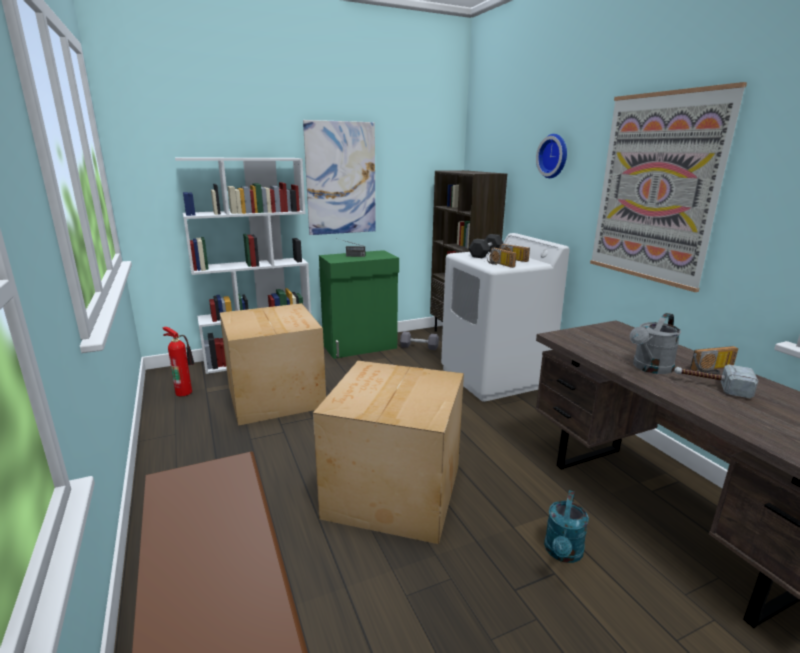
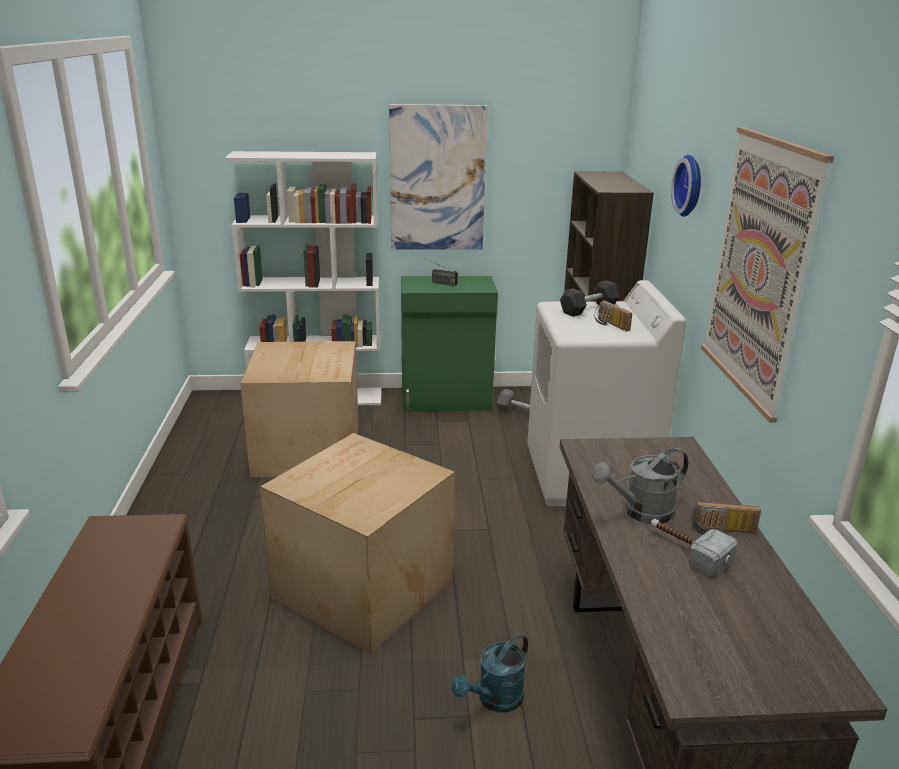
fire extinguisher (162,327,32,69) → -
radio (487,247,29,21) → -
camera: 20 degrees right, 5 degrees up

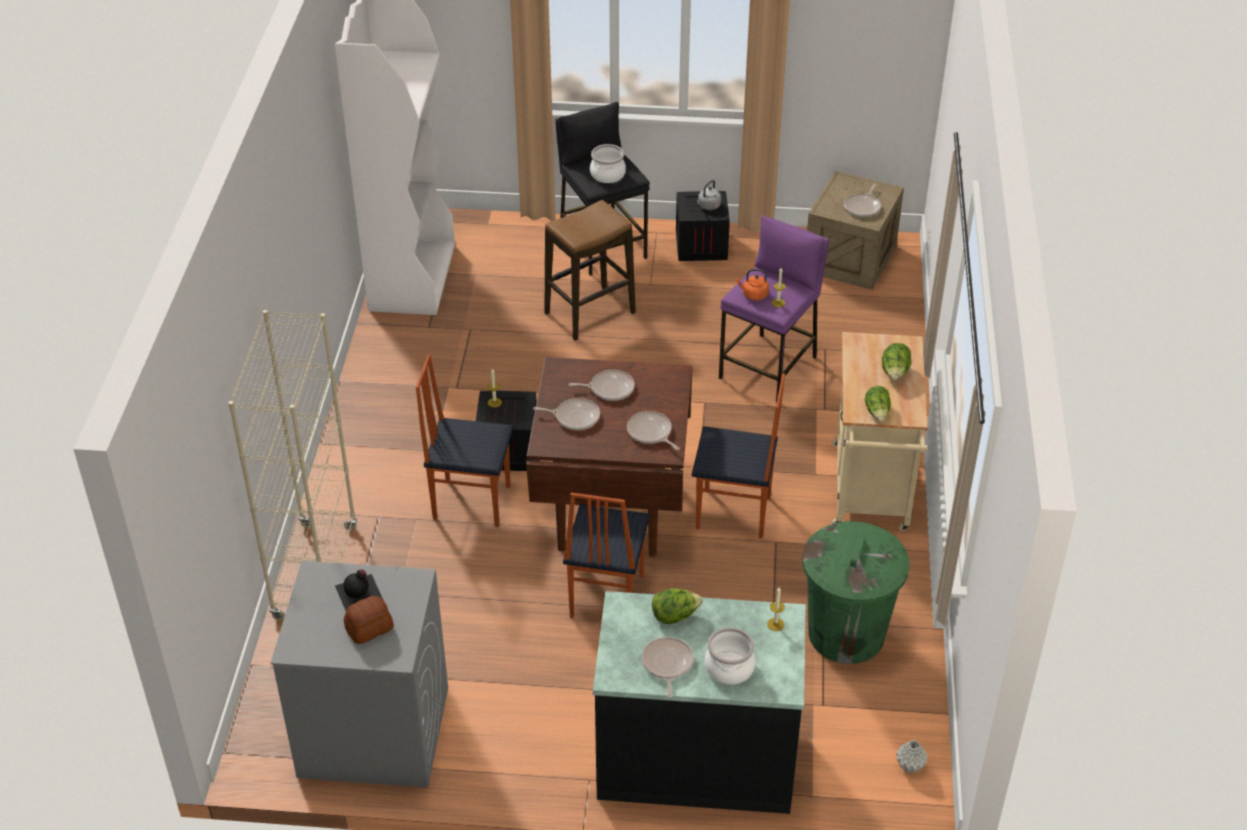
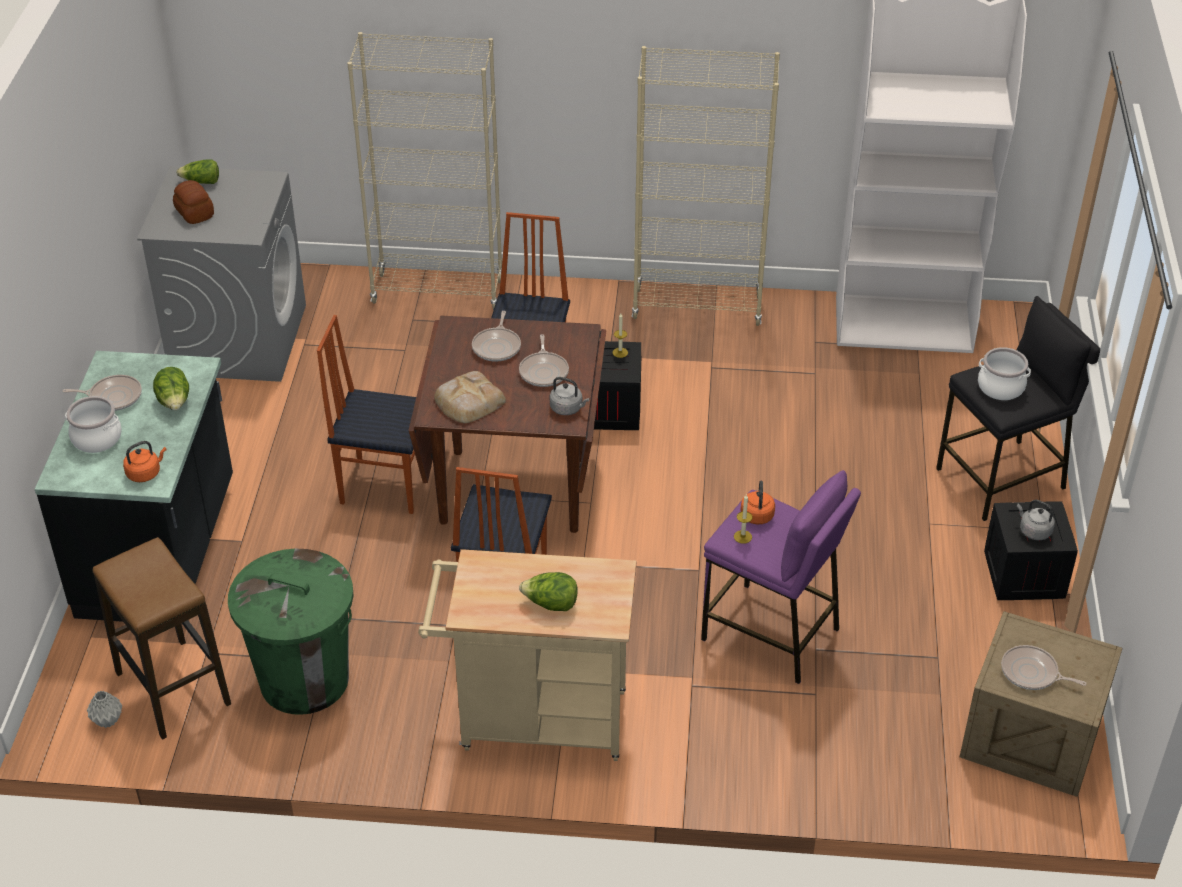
black bottle (335,569,48,42) → -
stool (545,200,91,141) → stool (93,537,138,203), shifted
frying pan (627,411,53,39) → bread (434,371,72,52)
candle (767,588,18,43) → orange kettle (123,441,44,41)
lettuce (865,386,26,36) → lettuce (176,159,43,25), shifted
- → grey kettle (550,377,39,38)
- → beige bookcase (632,46,148,280)
camera: 90 degrees right, 0 degrees up

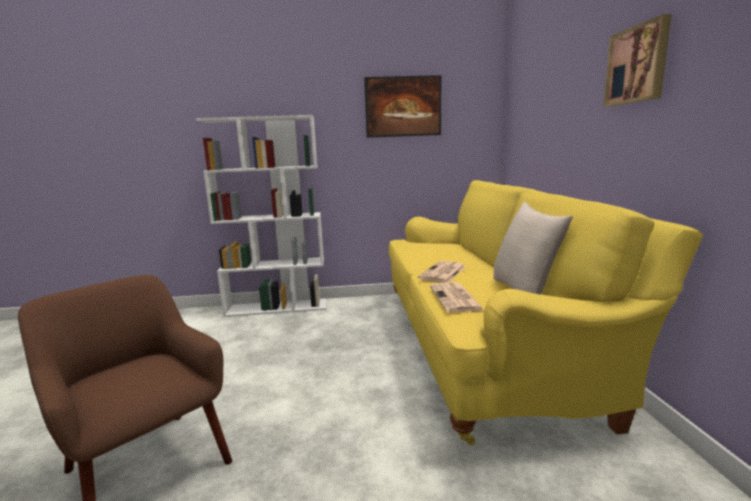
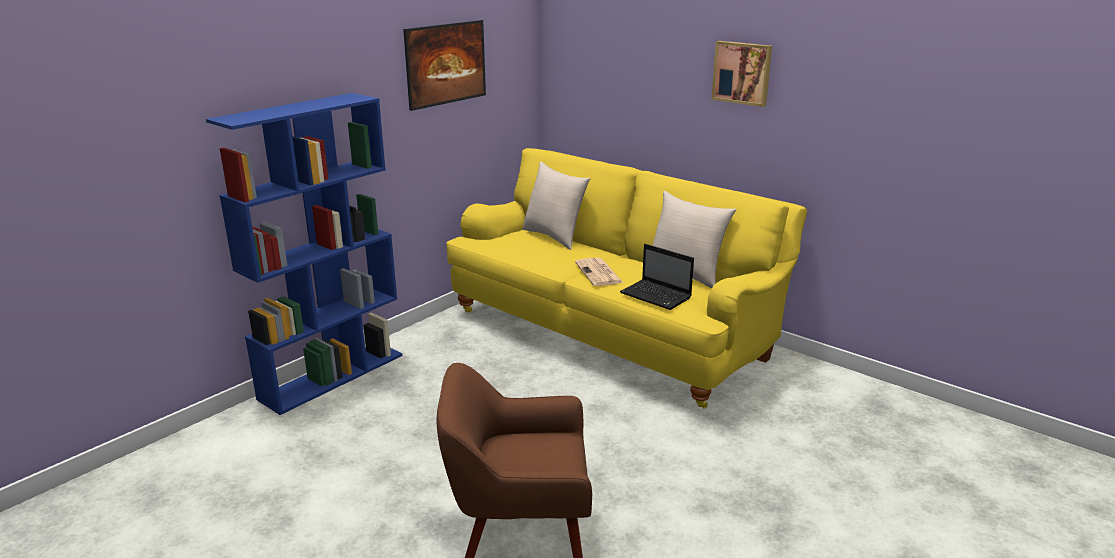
white bookcase (196,115,131,202) → blue bookcase (206,93,196,322)
newspaper (430,282,54,31) → laptop (620,244,74,66)
- → beige pillow (522,162,69,88)
camera: 45 degrees left, 10 degrees up

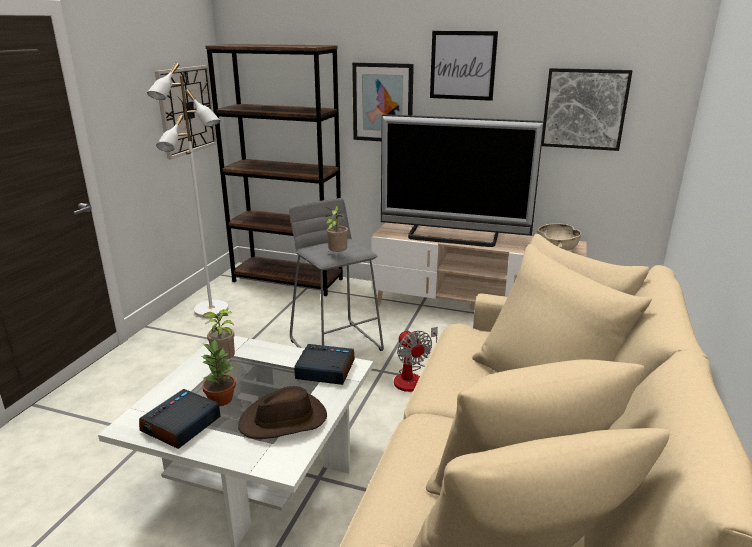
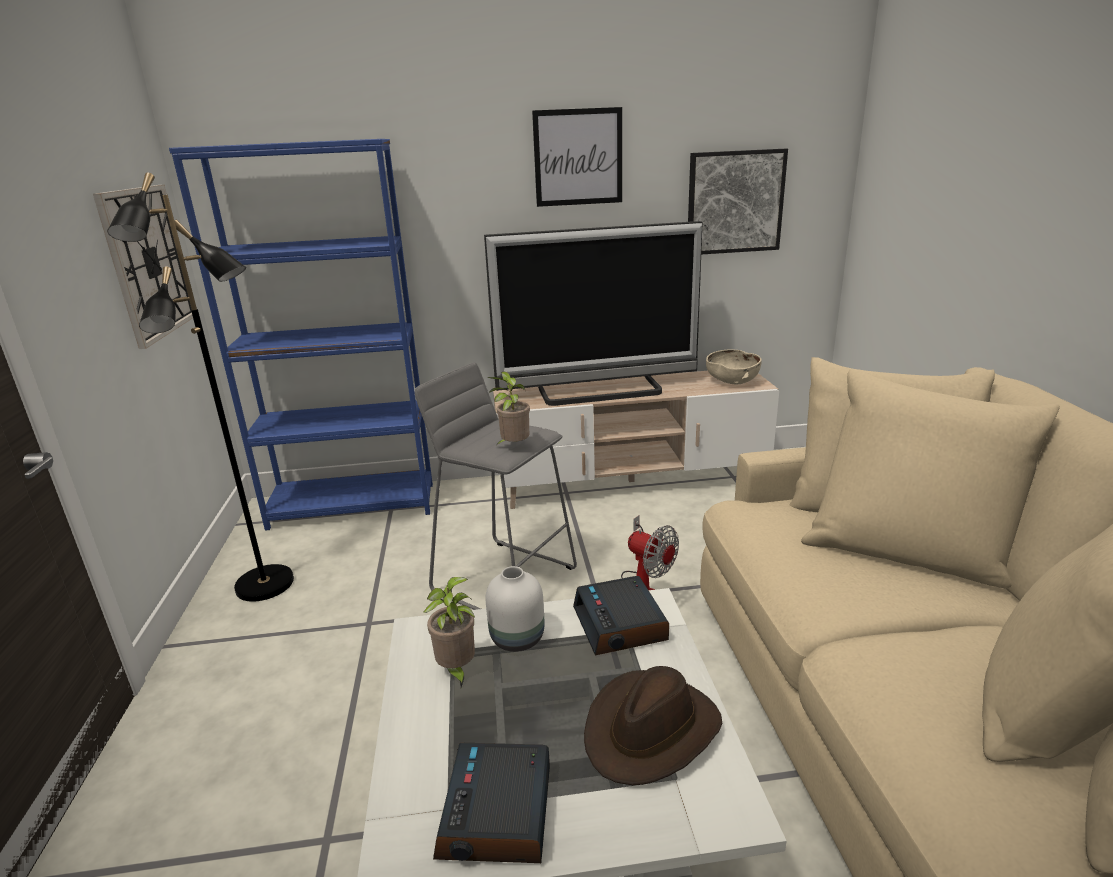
white floor lamp (147,62,81,256) → black floor lamp (107,172,187,430)
potted plant (202,339,34,67) → -
brown bookcase (206,44,137,252) → blue bookcase (169,139,264,392)
alarm clock (294,344,61,41) → alarm clock (573,576,96,79), 90 degrees counterclockwise
picture (352,62,62,79) → -
- → white vase (486,566,59,86)
camera: 25 degrees left, 0 degrees up

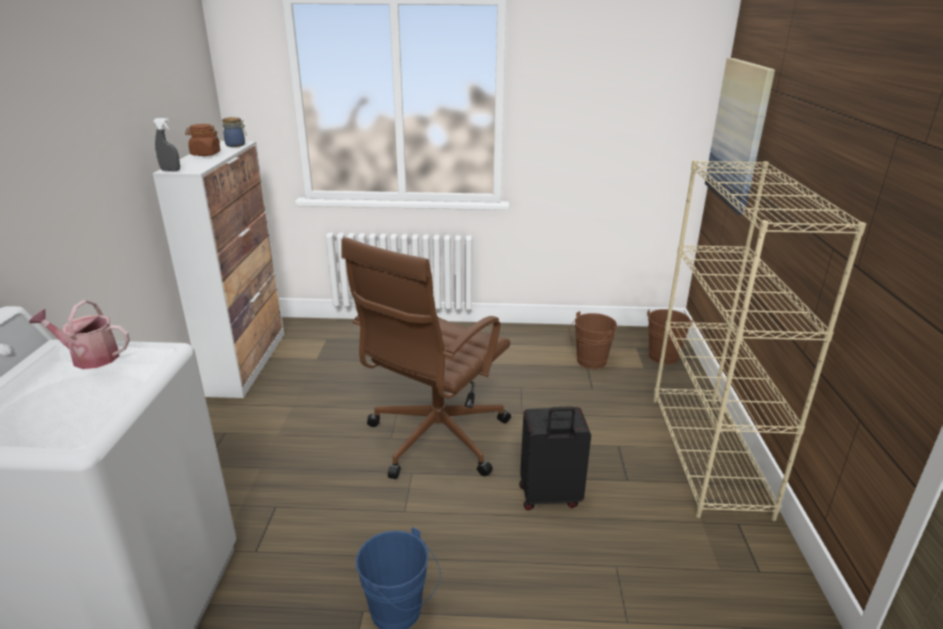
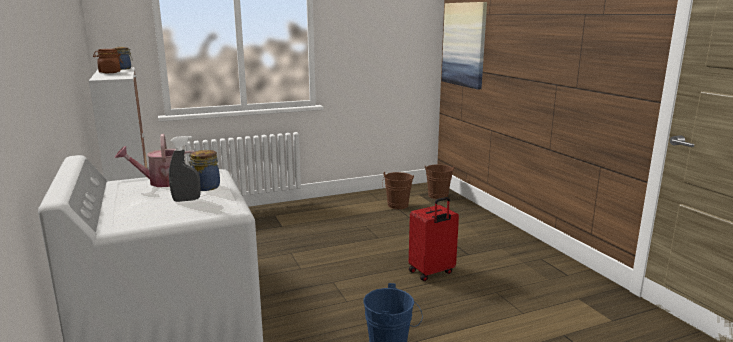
grey spray bottle (153,118,27,53) → grey spray bottle (169,136,32,66), shifted
brown office chair (341,237,170,242) → -
black suitcase (519,406,72,104) → red suitcase (409,197,50,84)
beige bookcase (653,160,213,361) → -
- → jar (188,150,32,41)
camera: 25 degrees left, 10 degrees down

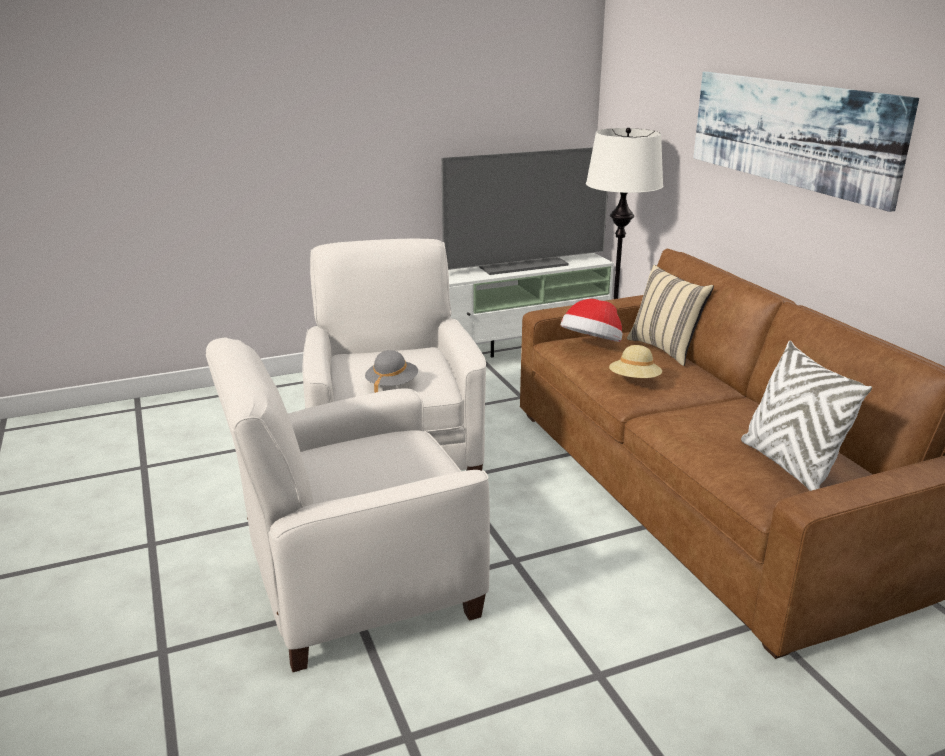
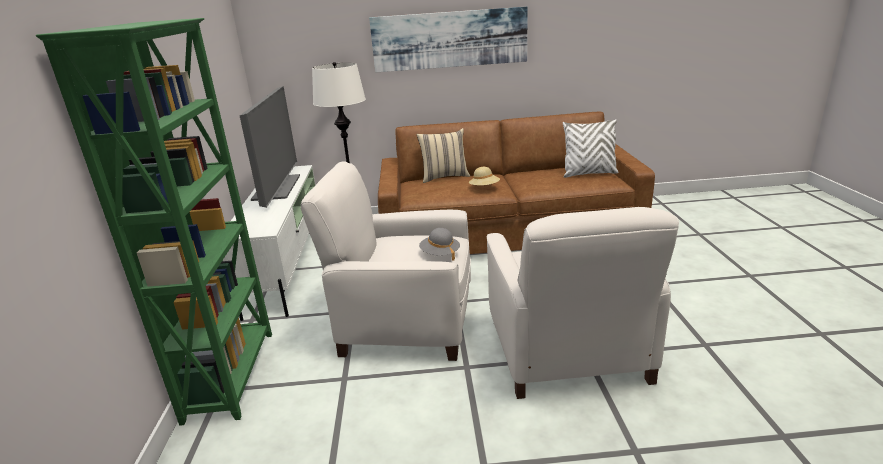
hat (561,299,62,43) → -
- → green bookcase (36,18,236,408)
camera: 70 degrees left, 0 degrees up

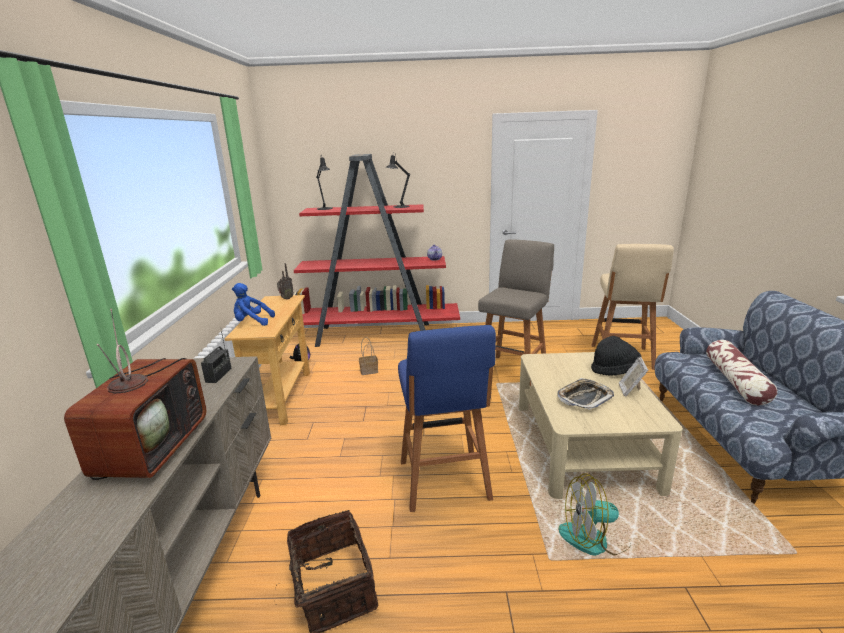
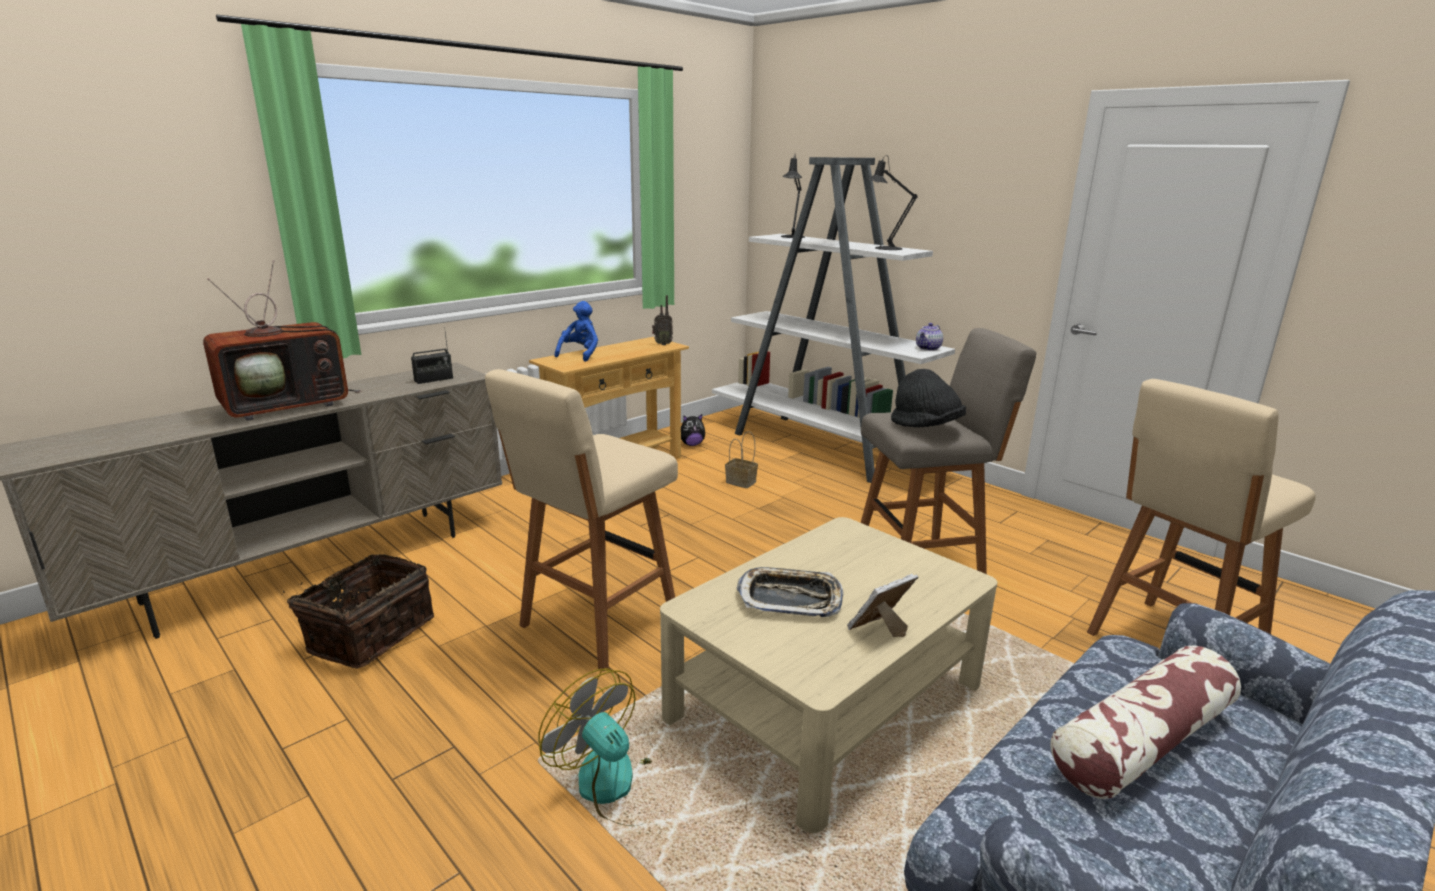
blue plush toy (232,283,43,43) → blue plush toy (555,301,43,61), 60 degrees clockwise
red bookcase (293,154,167,193) → white bookcase (712,157,243,326)
blue stool (398,325,98,187) → beige stool (485,369,193,300)
black hat (591,336,51,40) → black hat (891,369,75,58), shifted
camera: 45 degrees right, 0 degrees up

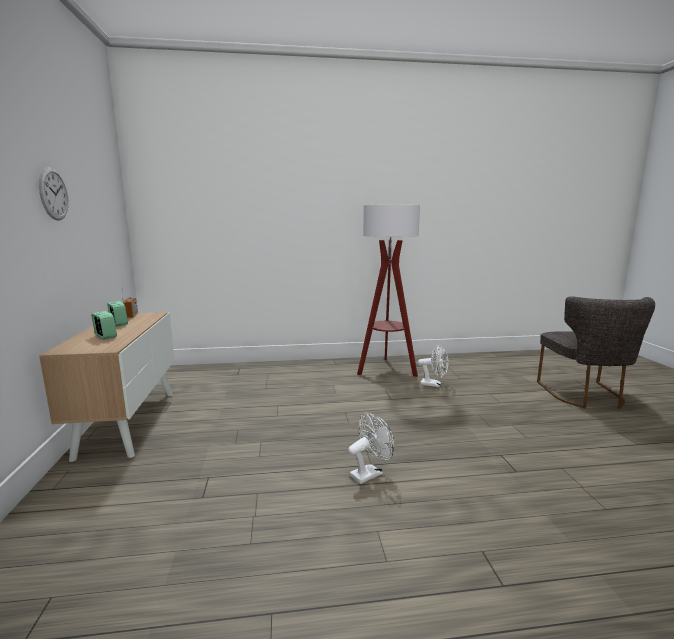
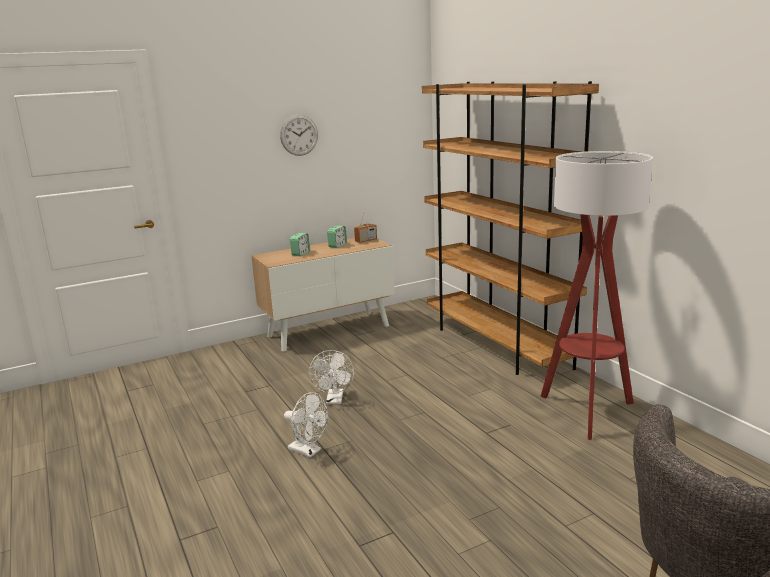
white fan (418,345,31,42) → white fan (309,350,45,54), shifted
- → brown bookcase (422,81,177,294)
camera: 70 degrees right, 5 degrees up

